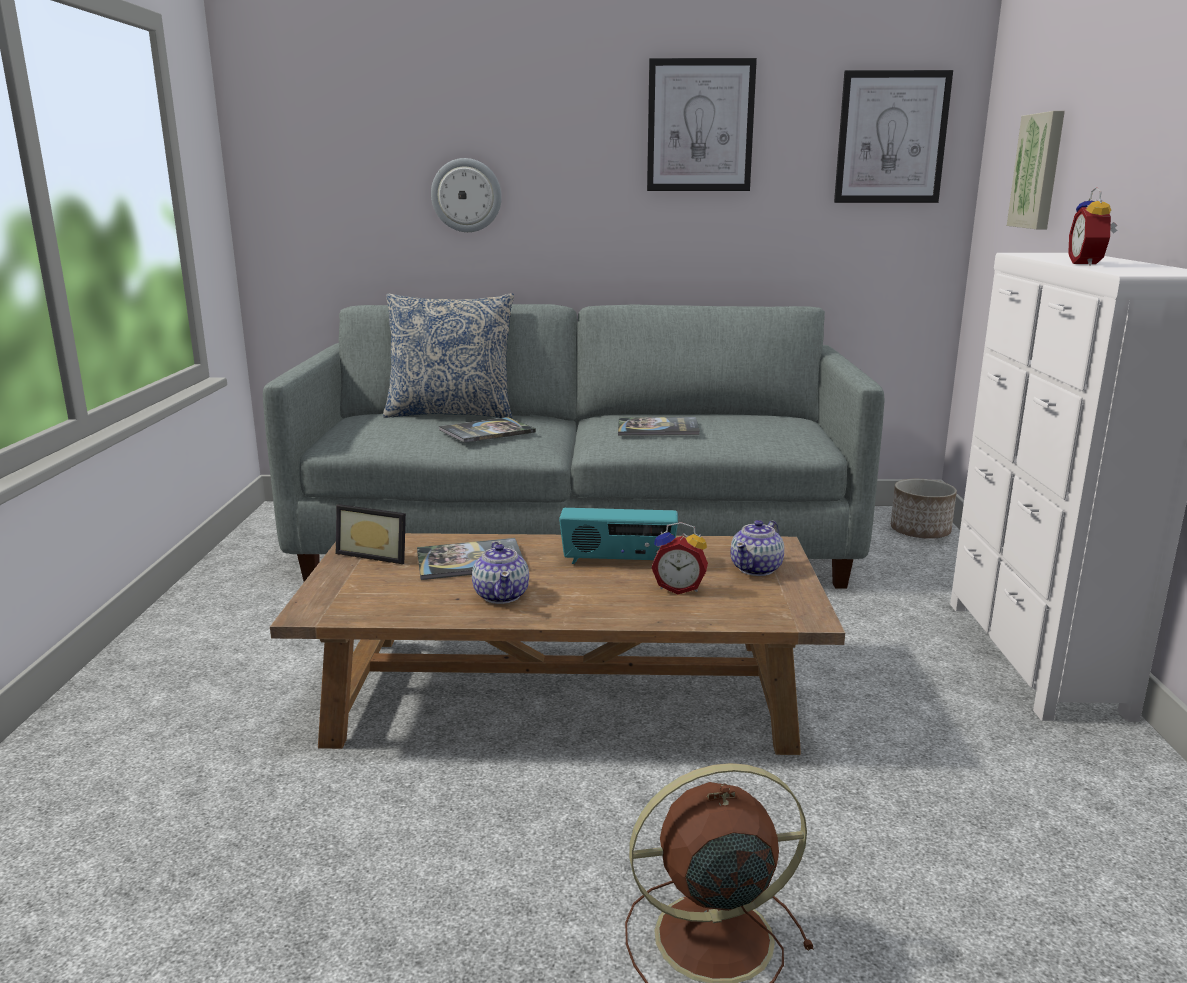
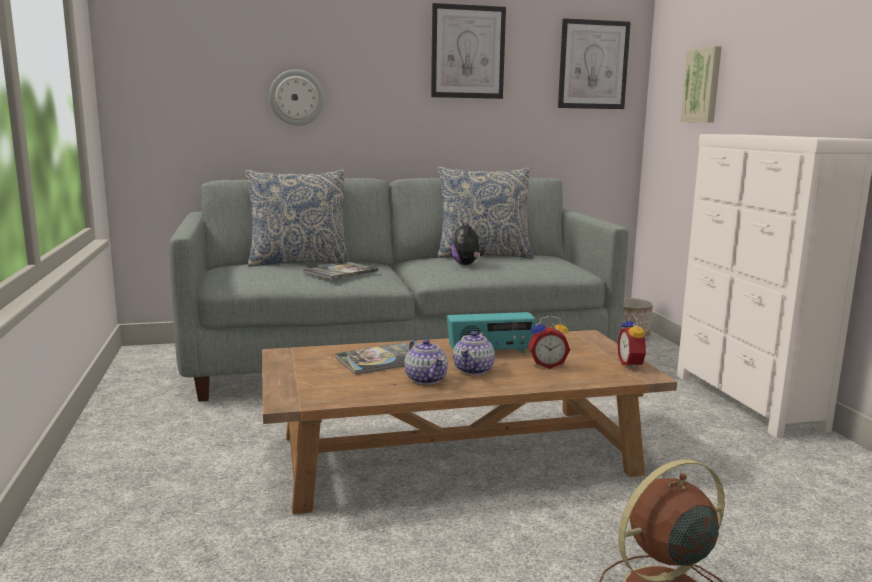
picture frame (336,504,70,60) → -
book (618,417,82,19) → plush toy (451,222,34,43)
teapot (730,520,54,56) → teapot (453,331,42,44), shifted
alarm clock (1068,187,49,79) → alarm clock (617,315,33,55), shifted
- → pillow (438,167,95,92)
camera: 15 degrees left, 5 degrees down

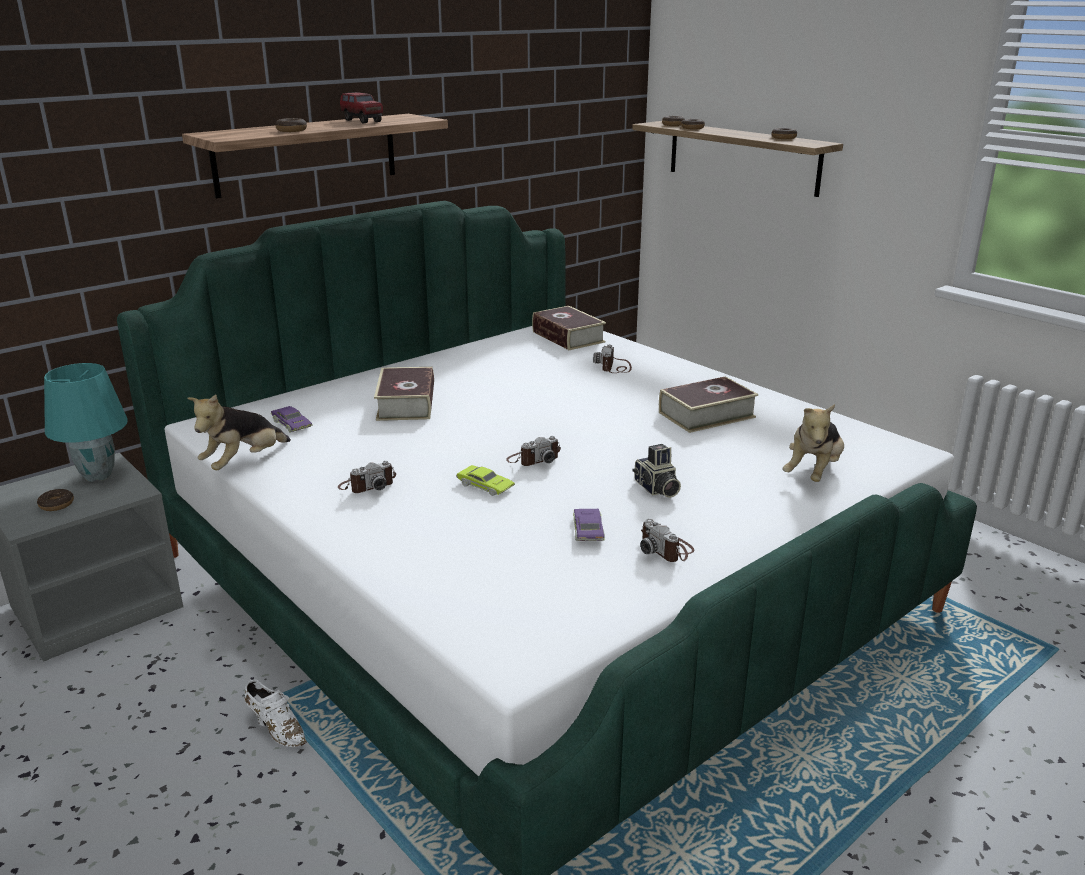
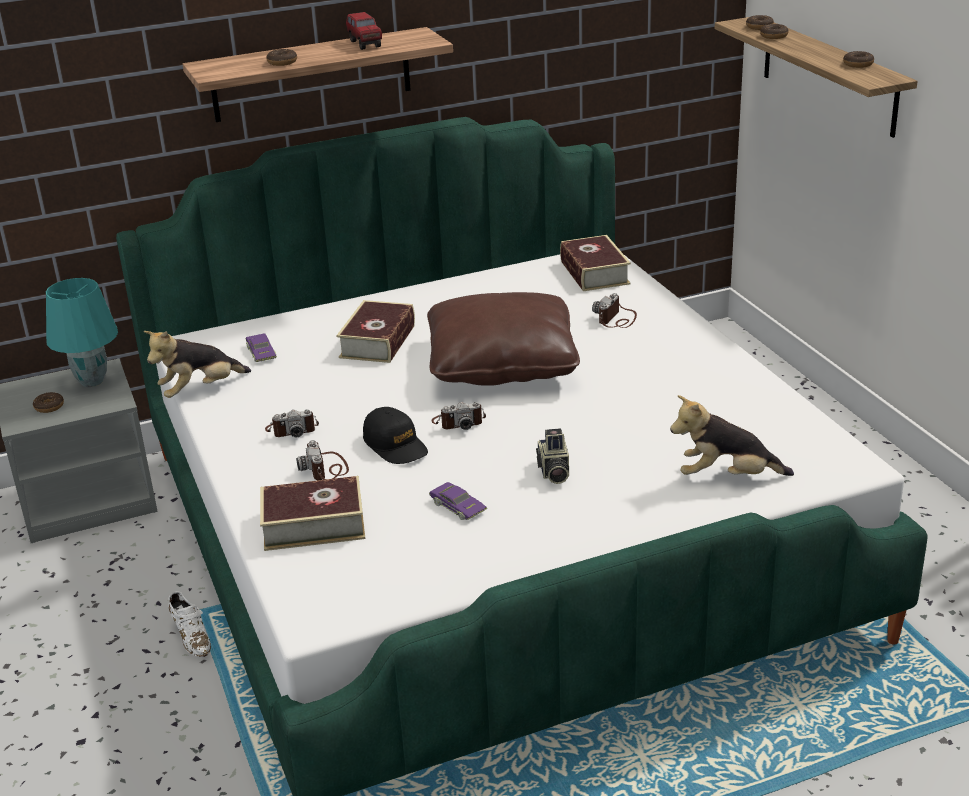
green toy car (456,465,59,31) → black cap (363,407,65,57)
purple toy car (573,509,32,32) → purple toy car (429,482,58,38), 120 degrees clockwise
photo camera (640,519,55,43) → photo camera (296,440,53,40), shifted
book (659,376,99,57) → book (260,476,105,75), shifted
plush toy (783,404,61,78) → plush toy (670,395,124,81), 45 degrees clockwise
- → brown pillow (427,292,153,94)
camera: 20 degrees right, 5 degrees up

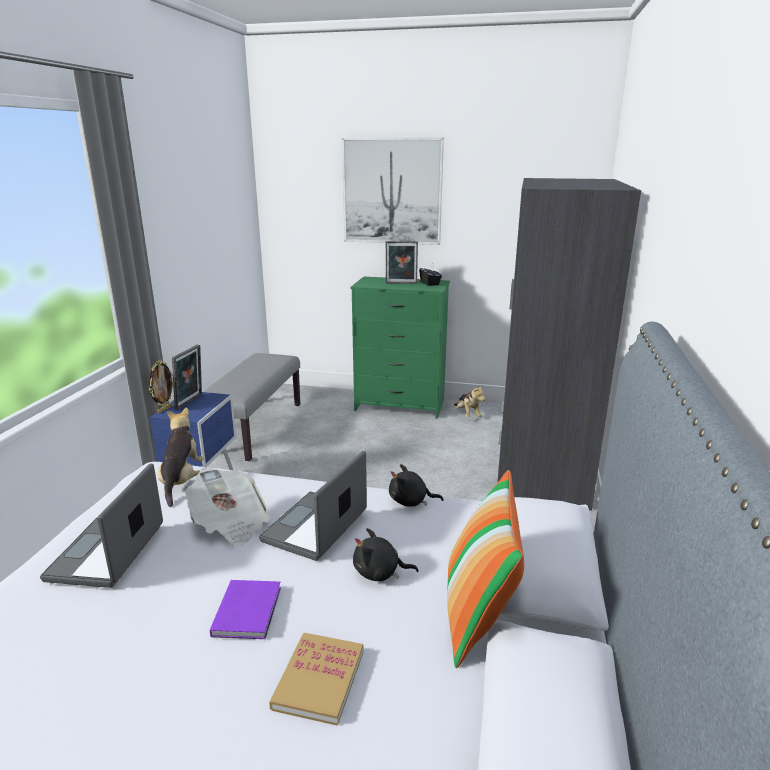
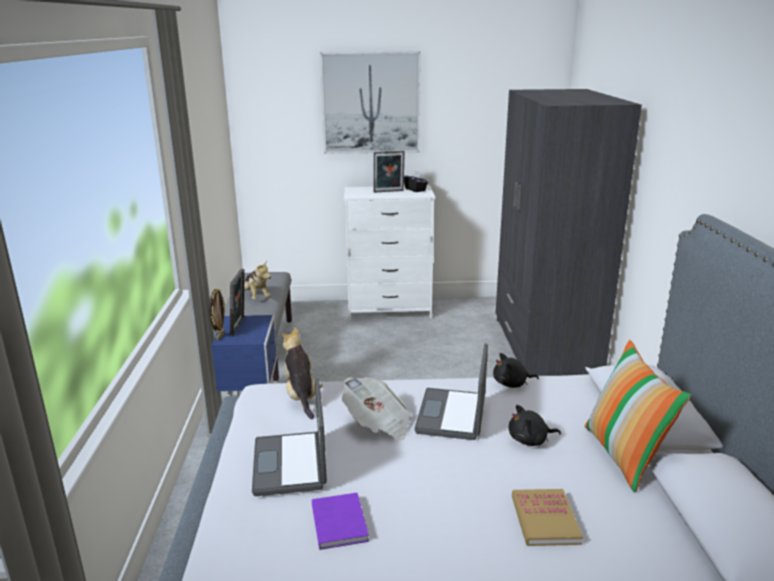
purple book (210,580,71,59) → purple book (312,493,57,57), shifted
green dresser (351,277,99,142) → white dresser (344,186,91,134)
plush toy (454,384,31,34) → plush toy (244,260,27,39), shifted
camera: 15 degrees left, 0 degrees up

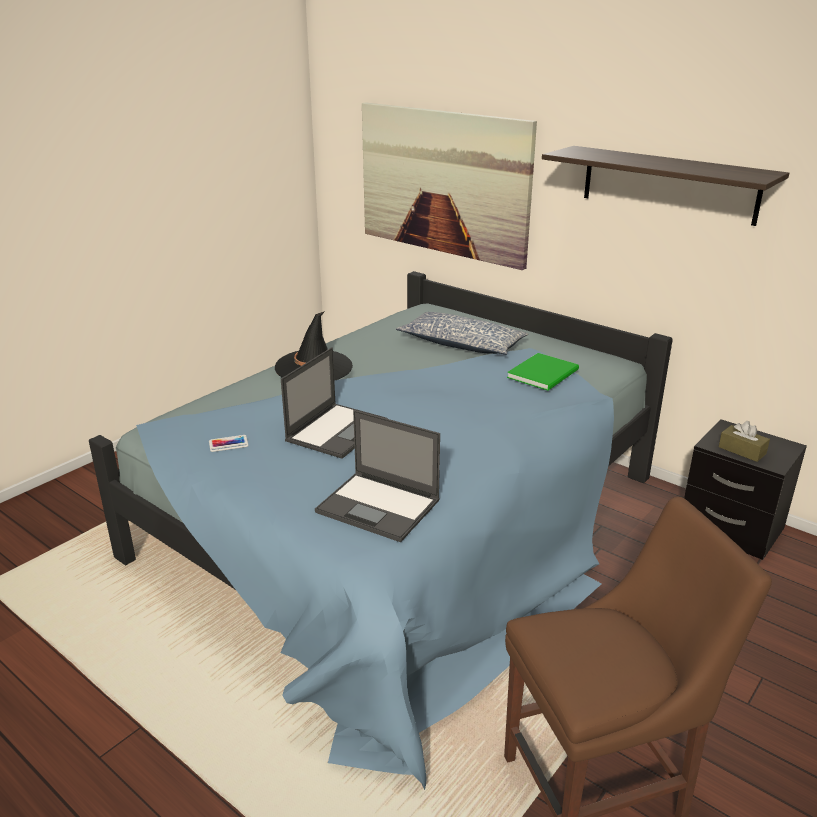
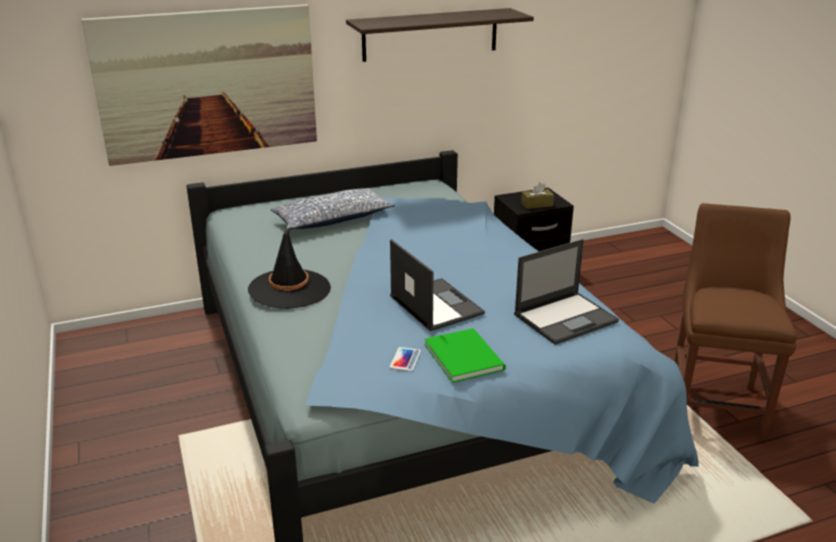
green book (507,353,72,38) → green book (424,328,82,55), shifted
camera: 60 degrees left, 0 degrees up

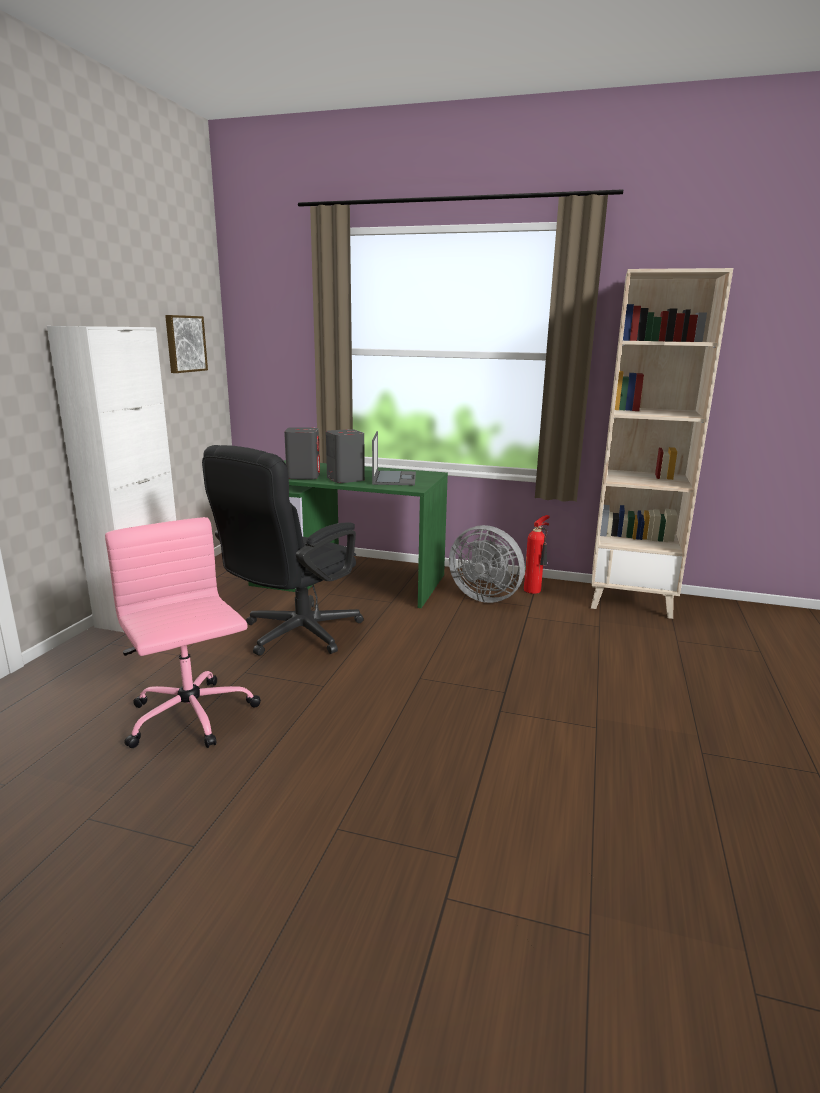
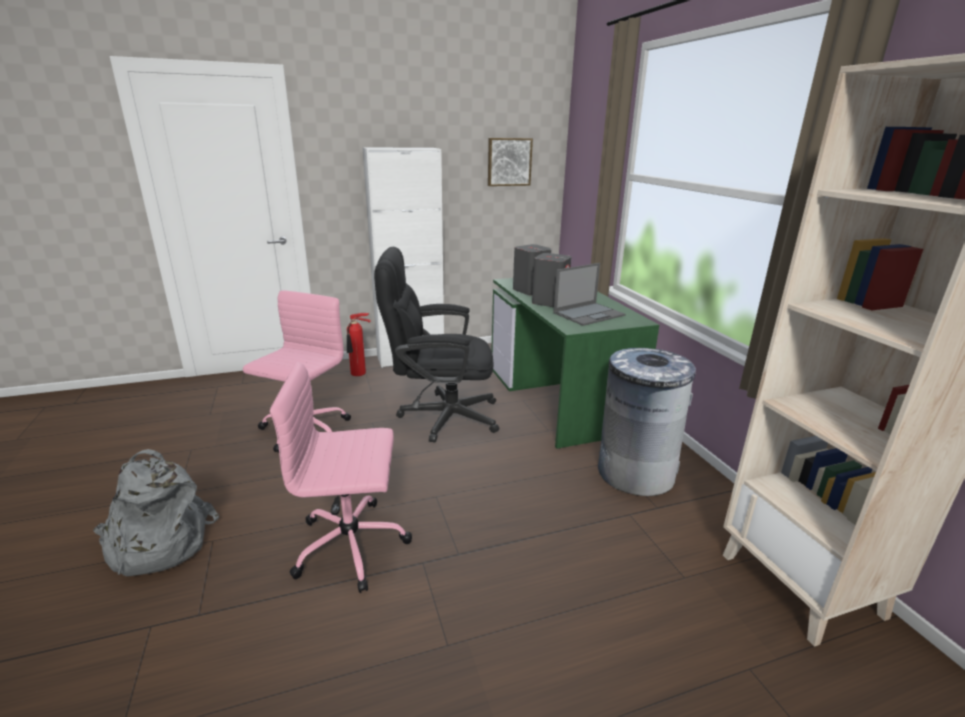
grey fan (449,525,76,78) → grey trash can (598,348,98,148)
fire extinguisher (524,515,26,79) → fire extinguisher (347,313,24,63), shifted
- → grey backpack (93,449,126,127)
- → pink office chair (270,362,142,231)
camera: 55 degrees right, 5 degrees up

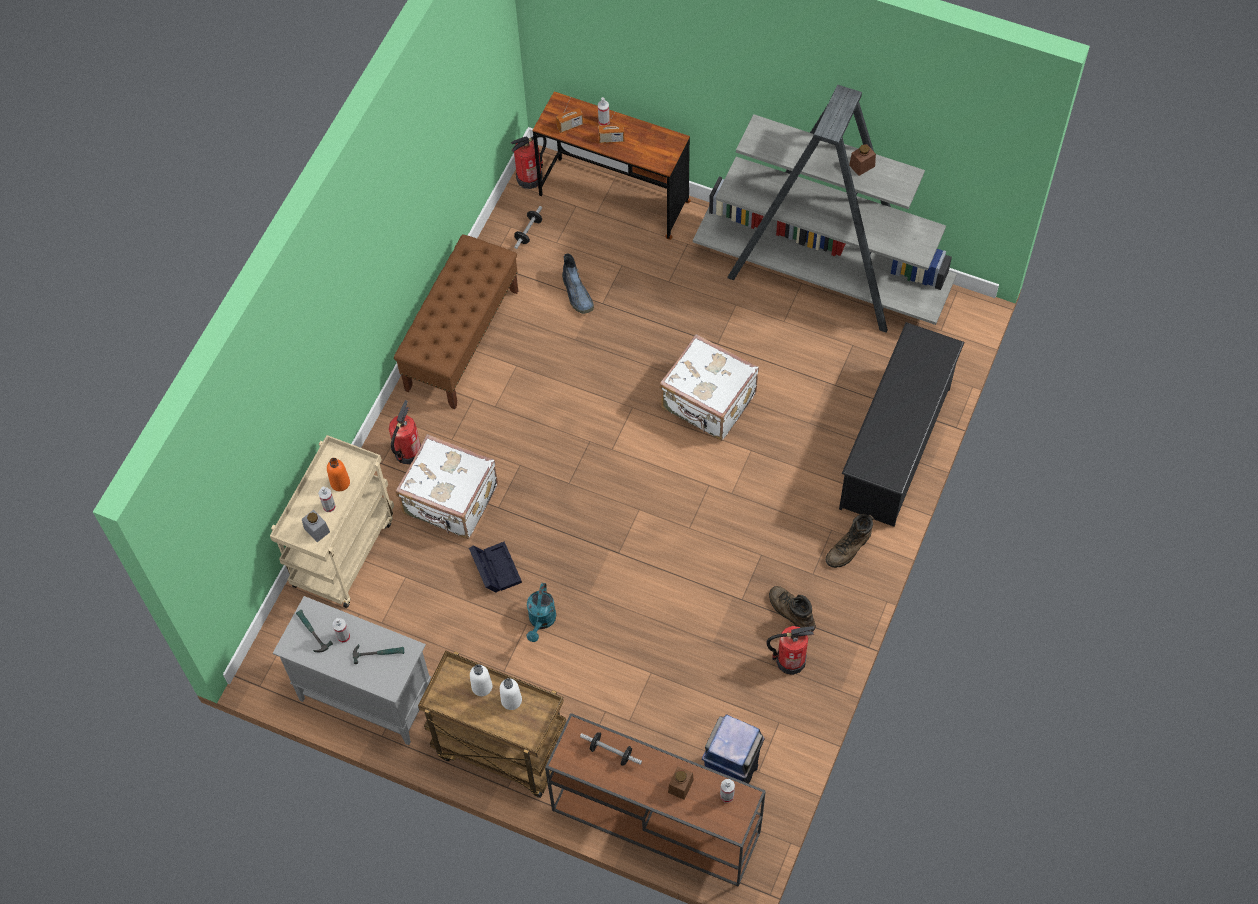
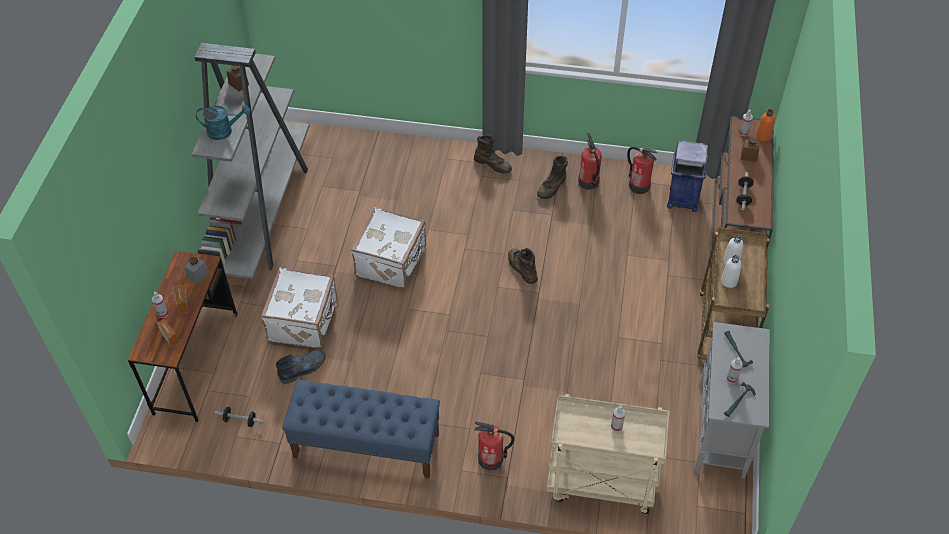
grey jar (302,510,28,32) → grey jar (185,256,24,28), shifted
orange bottle (327,458,23,33) → orange bottle (756,109,19,32), shifted
brown bench (394,234,124,175) → blue bench (282,380,158,98)
white suitcase (396,434,102,105) → white suitcase (261,268,78,80), shifted
black storage box (469,542,53,51) → -
fire extinguisher (511,135,36,54) → fire extinguisher (627,147,30,47), shifted
turquoise watering can (526,583,30,59) → turquoise watering can (196,105,55,35), shifted
black shoe rack (839,322,126,205) → -
- → brown boot (508,248,30,36)
camera: 105 degrees left, 10 degrees down

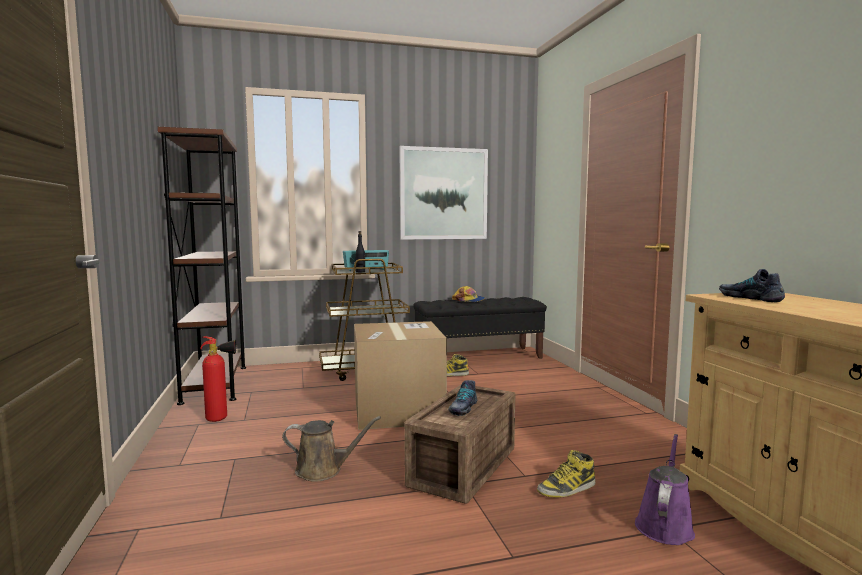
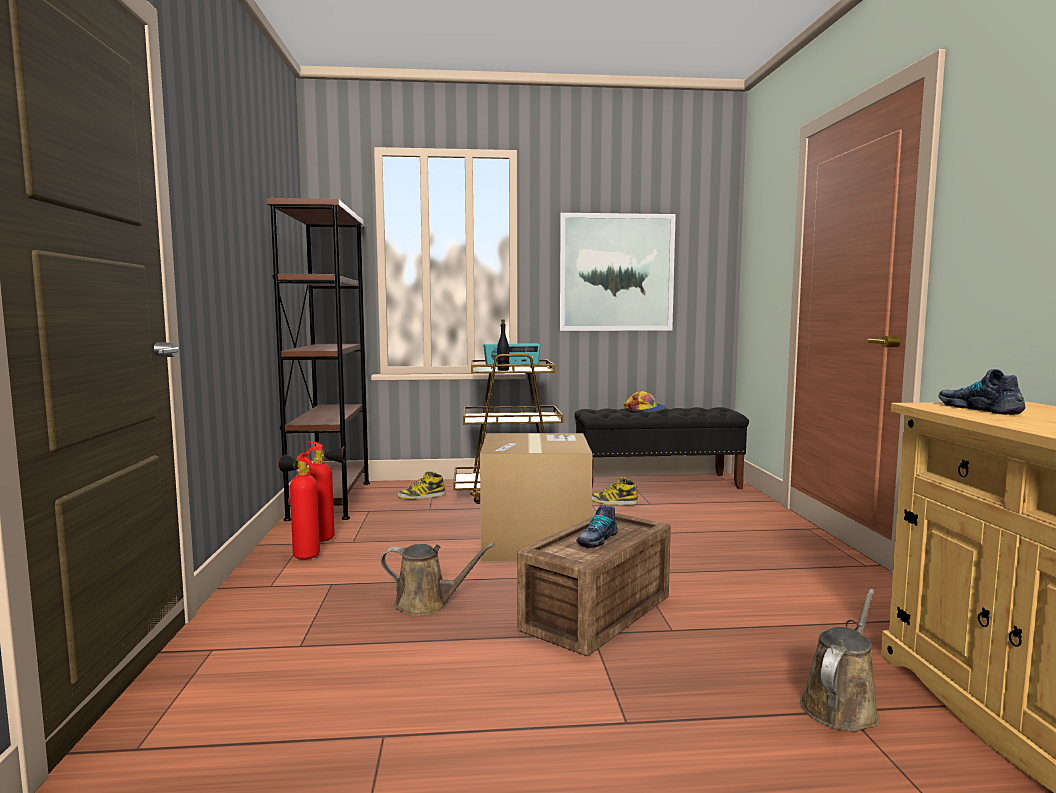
boot (537,450,59,48) → boot (397,471,48,28), shifted
purple watering can (635,434,60,111) → brown watering can (800,589,80,143)
- → fire extinguisher (278,452,42,108)
camera: 10 degrees right, 0 degrees up

